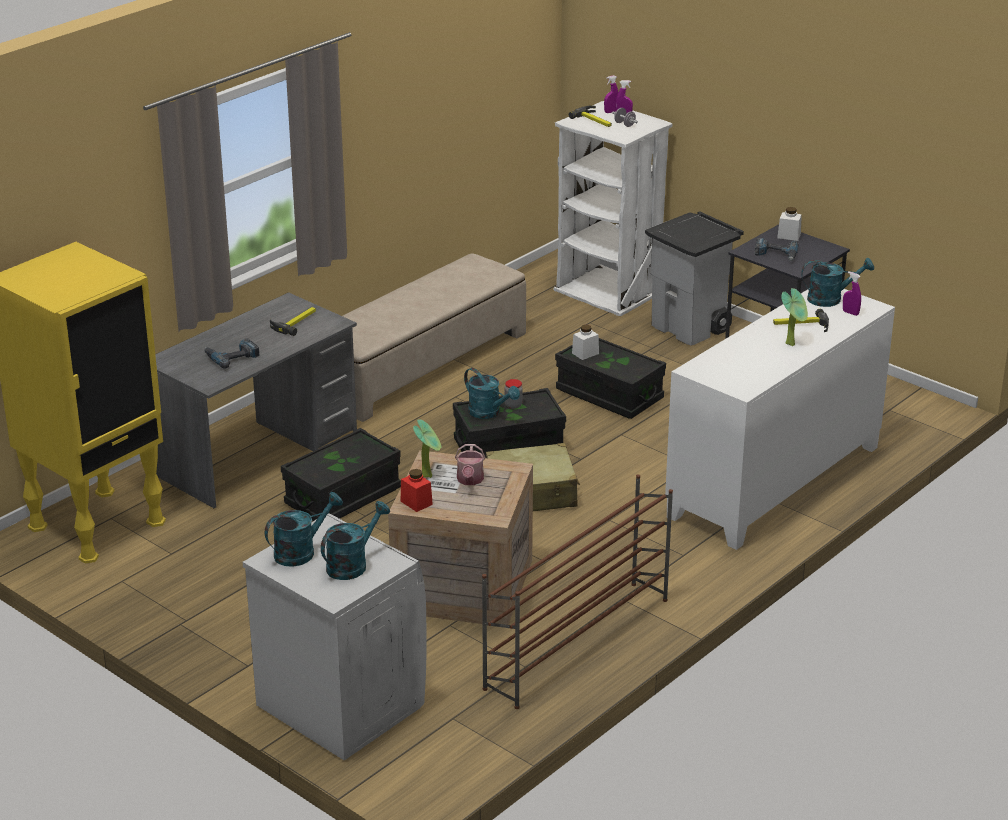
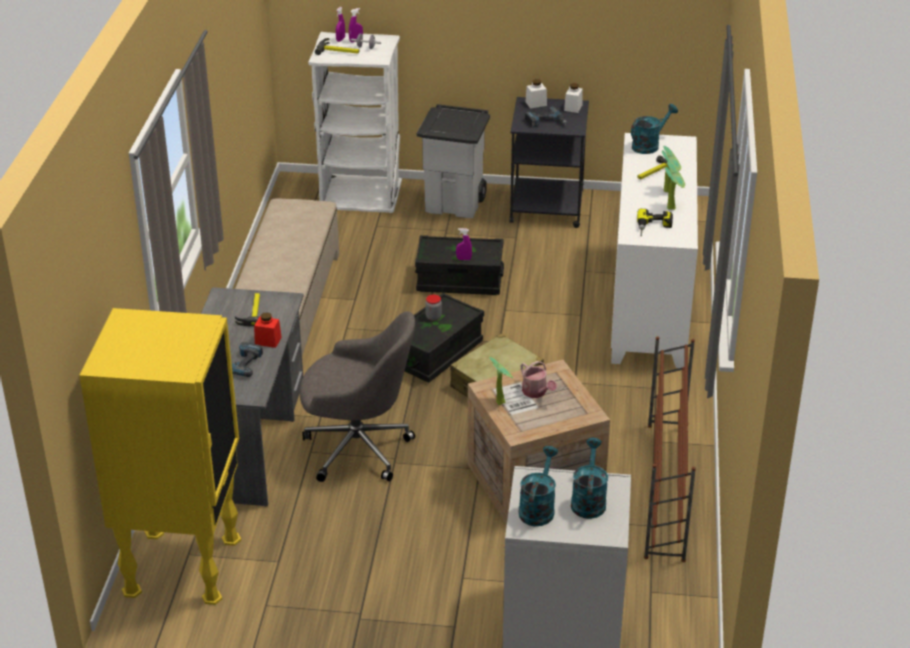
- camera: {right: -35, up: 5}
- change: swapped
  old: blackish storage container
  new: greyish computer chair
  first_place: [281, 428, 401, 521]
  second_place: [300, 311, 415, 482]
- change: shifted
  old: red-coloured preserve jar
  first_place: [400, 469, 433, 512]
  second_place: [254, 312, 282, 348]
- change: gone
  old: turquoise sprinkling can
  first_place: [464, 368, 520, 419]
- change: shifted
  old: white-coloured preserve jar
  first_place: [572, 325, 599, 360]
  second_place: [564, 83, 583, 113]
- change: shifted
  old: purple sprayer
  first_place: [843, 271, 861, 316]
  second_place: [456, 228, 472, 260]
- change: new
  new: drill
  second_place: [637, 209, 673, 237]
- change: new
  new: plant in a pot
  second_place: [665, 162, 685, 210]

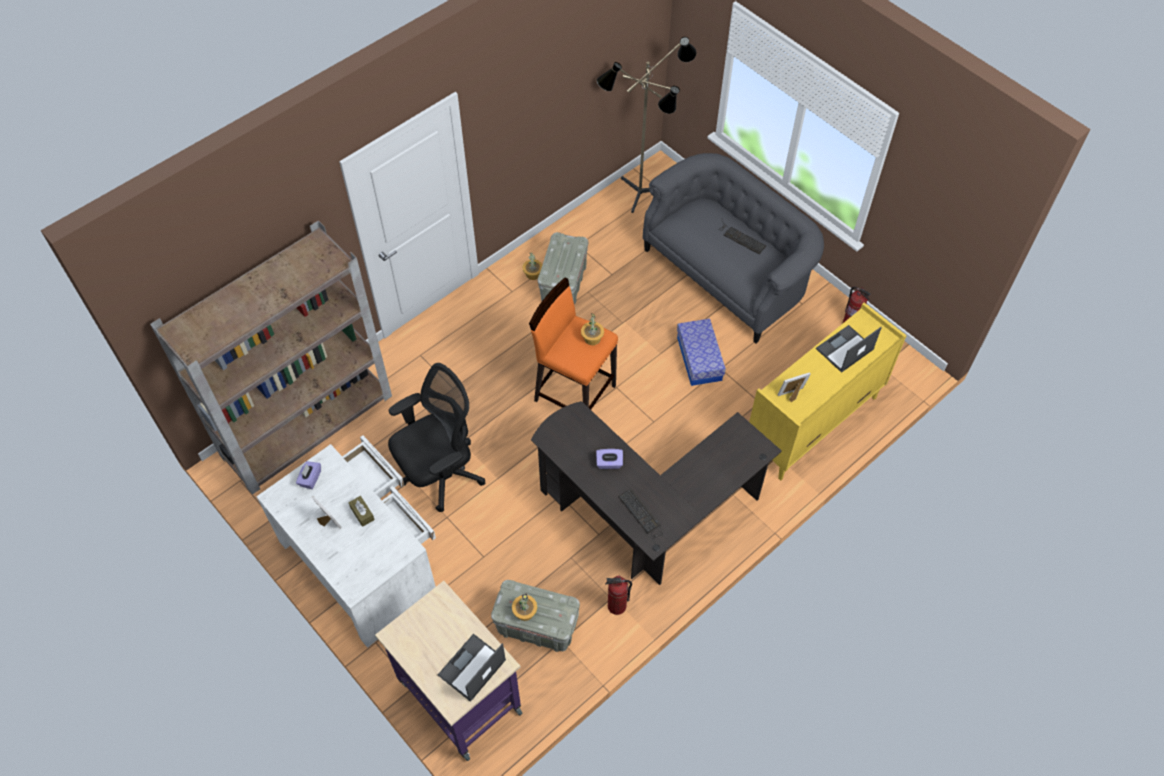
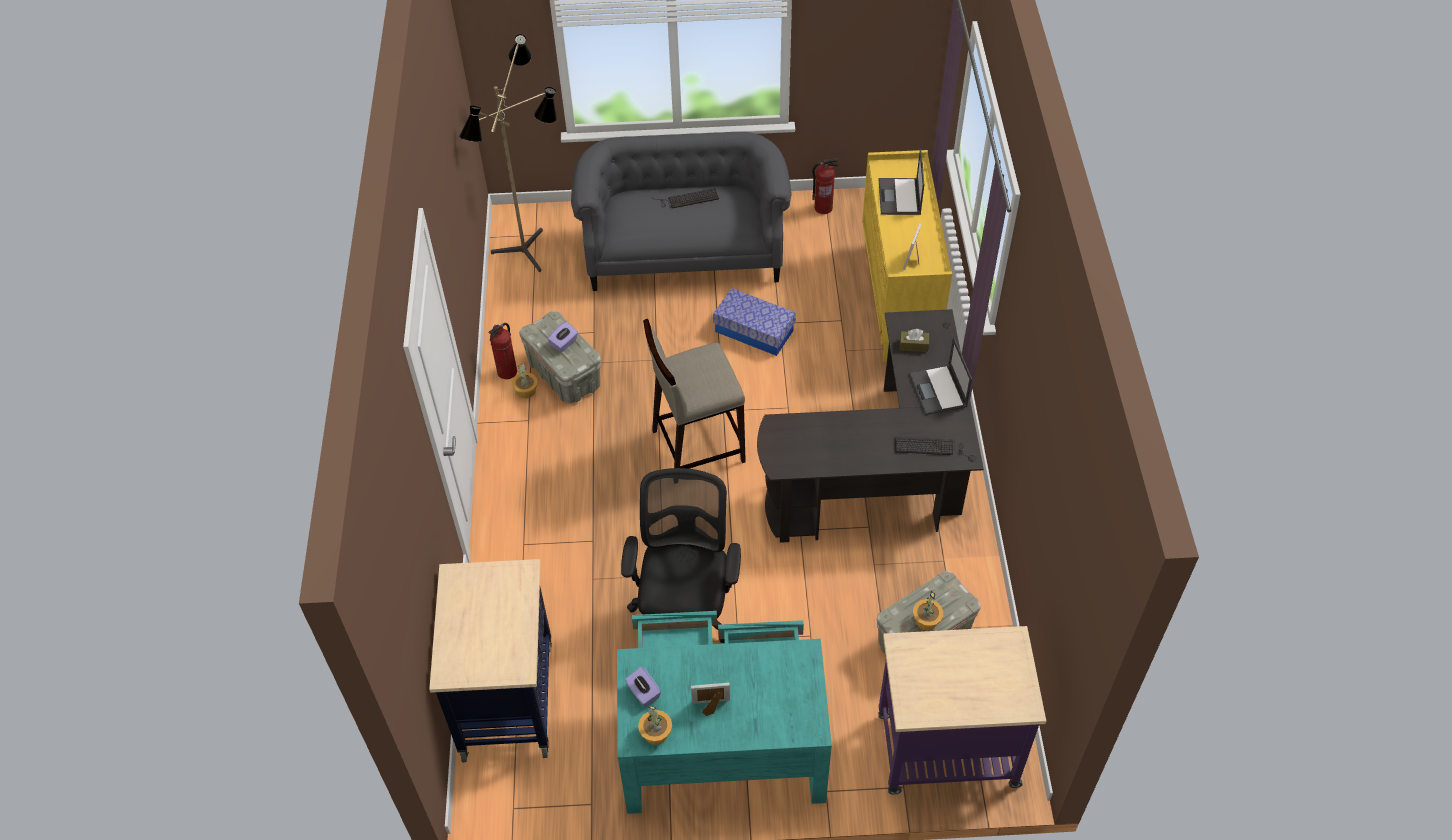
- camera: {right: -50, up: -5}
- change: swapped
  old: brownish bookshelf
  new: bluish cart
  first_place: [150, 220, 392, 495]
  second_place: [429, 559, 552, 763]
- change: repainted
  old: white-coloured desk
  new: turquoise desk
  first_place: [256, 435, 436, 648]
  second_place: [617, 611, 832, 814]
- change: shifted
  old: brownish box of tissues
  first_place: [349, 496, 375, 527]
  second_place: [900, 329, 929, 352]
- change: shifted
  old: laptop
  first_place: [438, 634, 506, 702]
  second_place: [909, 337, 972, 415]
- change: repainted
  old: orange stool
  new: beige stool
  first_place: [529, 278, 618, 410]
  second_place: [643, 319, 746, 469]
- change: shifted
  old: plant in a pot
  first_place: [581, 313, 604, 345]
  second_place: [638, 705, 672, 745]
- change: shifted
  old: purple box of tissues
  first_place: [596, 449, 623, 469]
  second_place: [547, 322, 578, 352]
- change: shifted
  old: fire-fighting cylinder
  first_place: [605, 576, 632, 615]
  second_place: [488, 323, 517, 379]

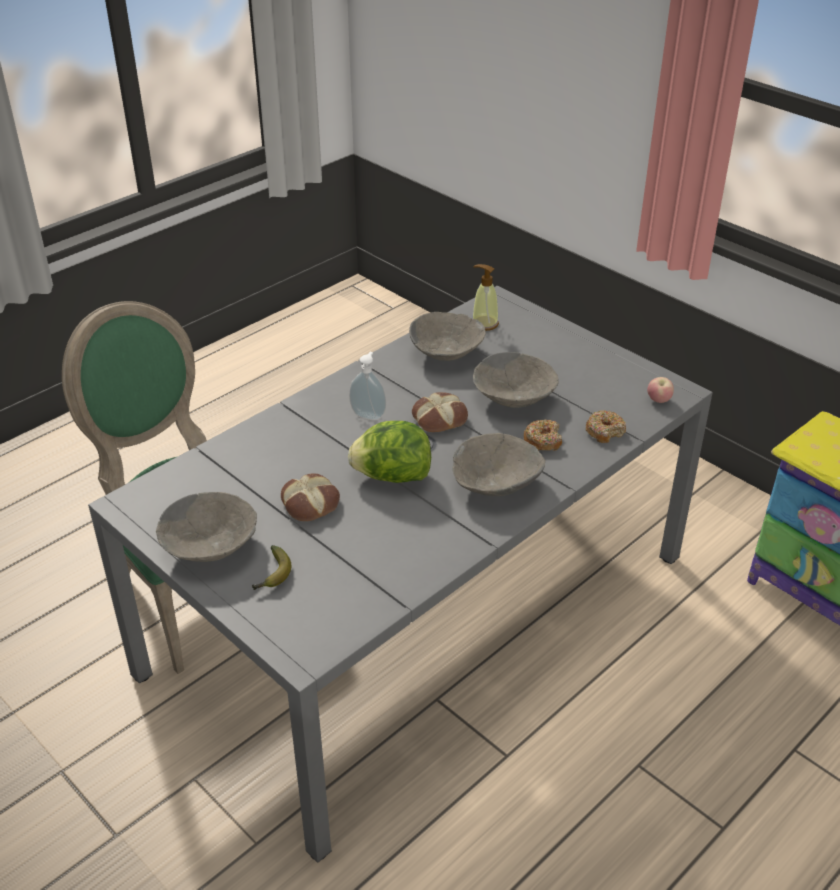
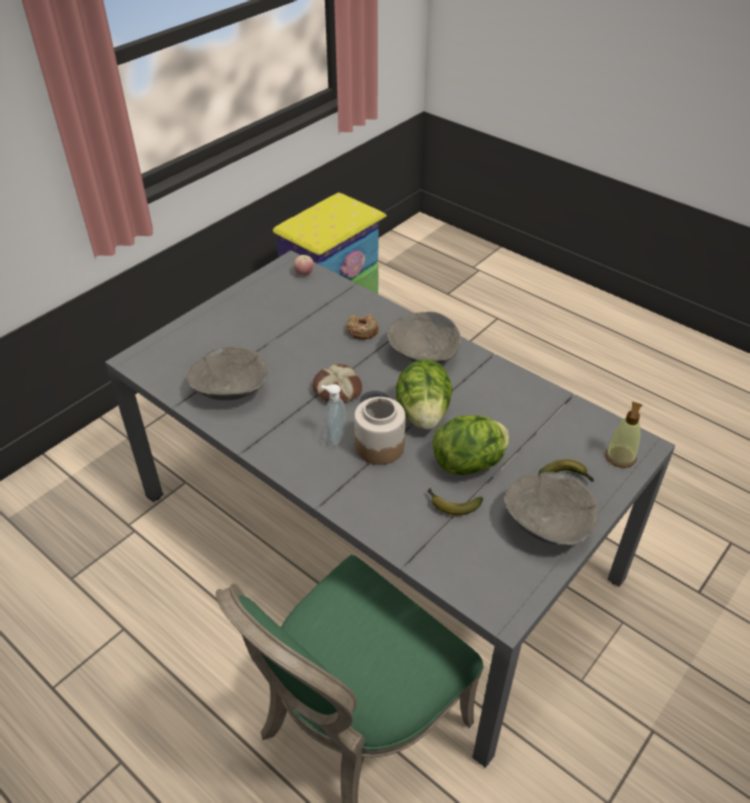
- camera: {right: -95, up: 5}
- change: swapped
  old: baked bread
  new: lettuce head
  first_place: [281, 474, 340, 521]
  second_place: [432, 415, 509, 475]
- change: shifted
  old: soap bottle
  first_place: [472, 264, 499, 331]
  second_place: [606, 402, 642, 468]
- change: gone
  old: greyish deep dish
  first_place: [473, 352, 559, 408]
- change: gone
  old: donut
  first_place: [586, 410, 626, 443]
- change: new
  new: preserve jar
  second_place: [354, 397, 406, 465]
- change: new
  new: banana
  second_place: [427, 488, 483, 515]

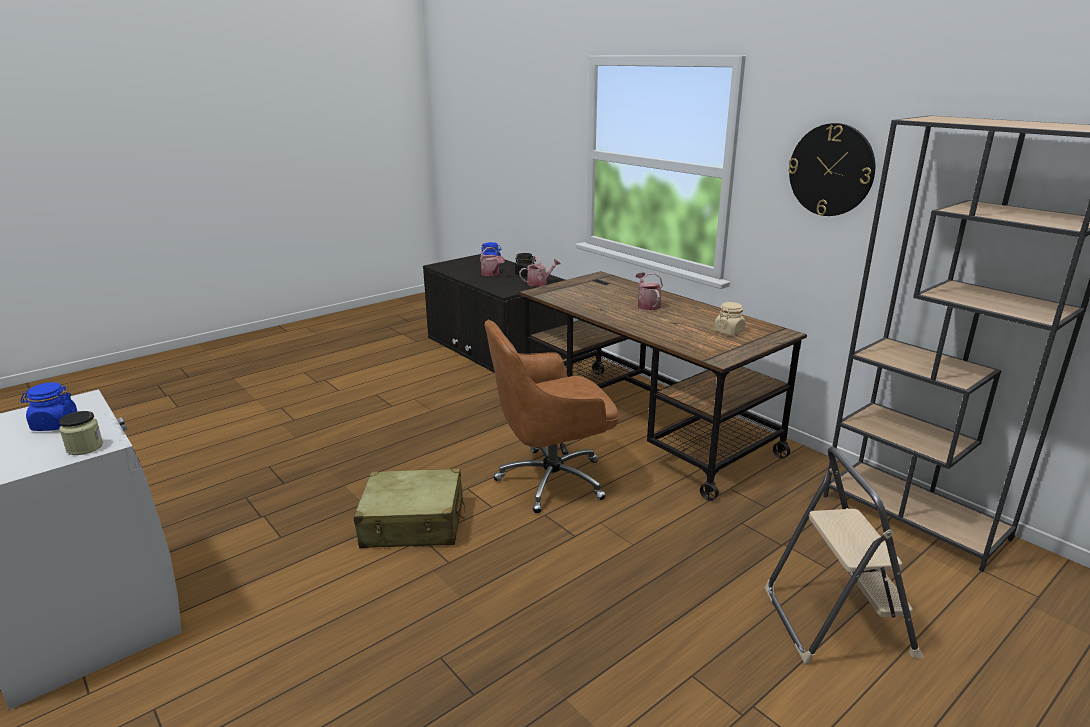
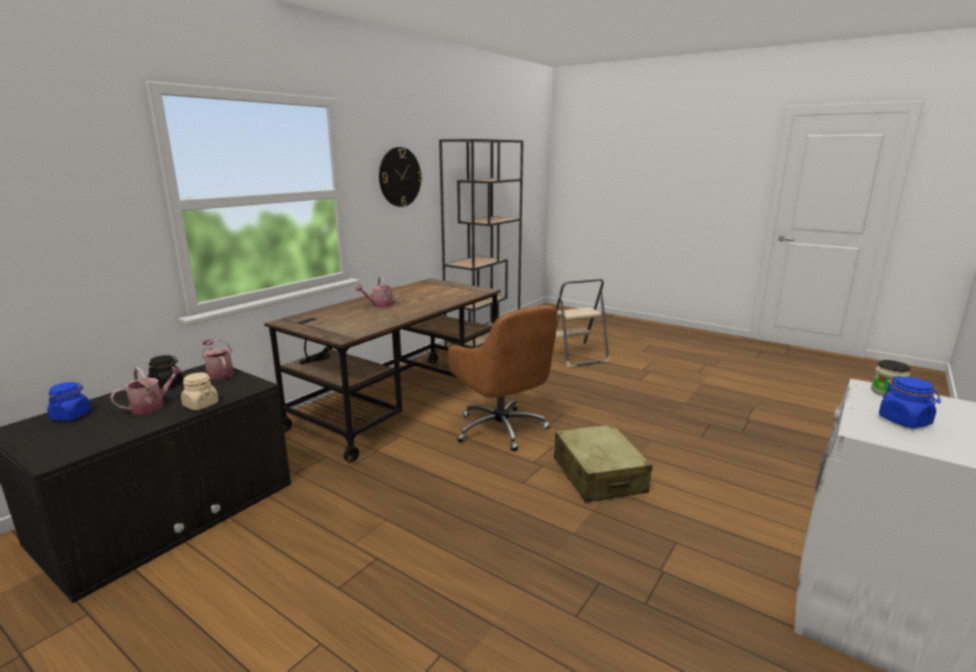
- camera: {right: -105, up: -5}
- change: shifted
  old: beige preserve jar
  first_place: [714, 302, 745, 335]
  second_place: [181, 372, 219, 410]

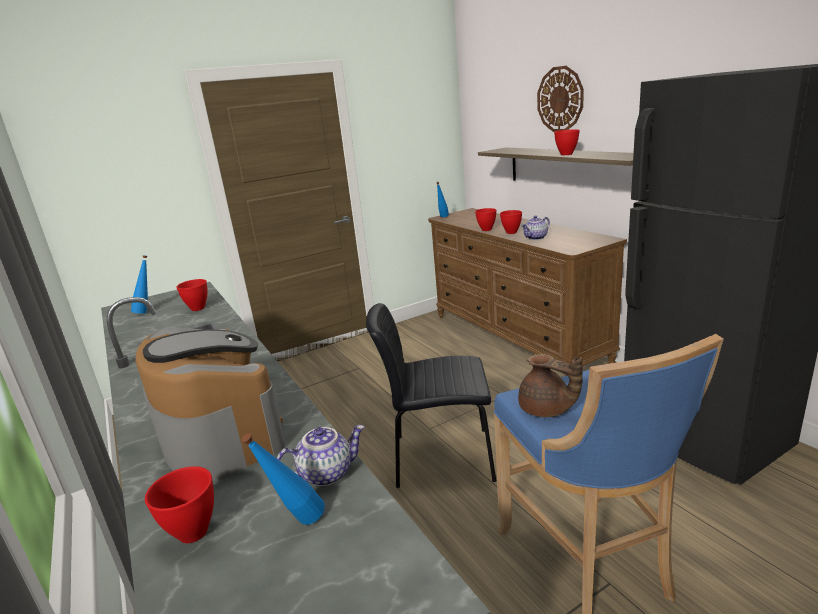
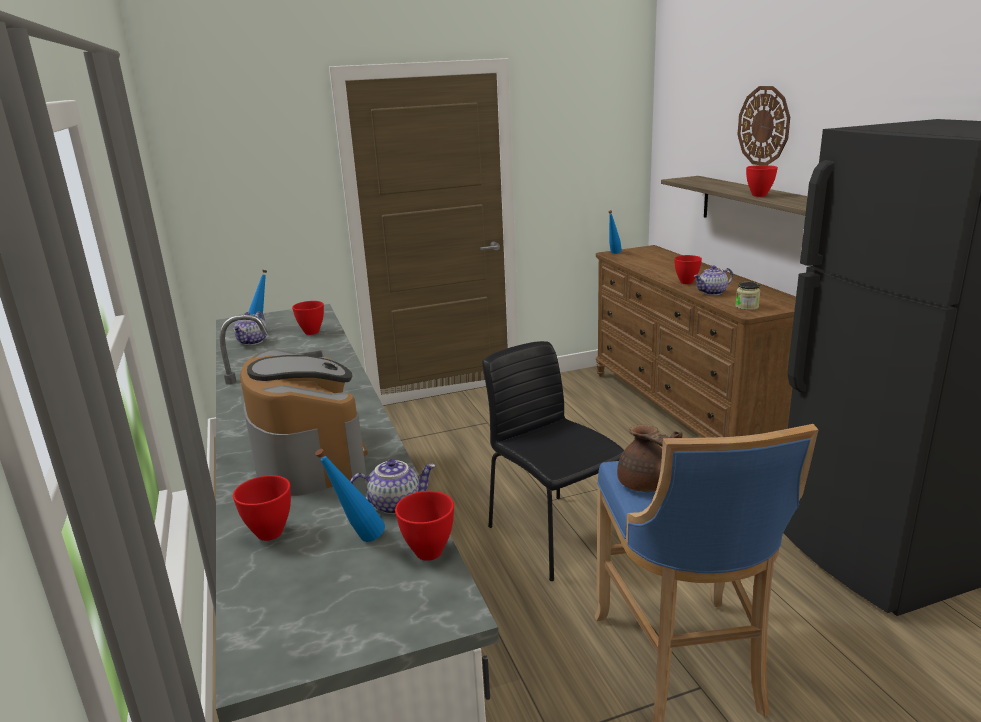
- camera: {right: 10, up: 0}
- change: rotated
  old: blackish upright chair
  first_place: [366, 303, 496, 488]
  second_place: [482, 341, 624, 581]
  degrees: 45
- change: shifted
  old: red-coloured deep dish
  first_place: [475, 208, 497, 231]
  second_place: [395, 491, 454, 561]
- change: new
  new: pot for tea
  second_place: [233, 312, 267, 345]
- change: new
  new: preserve jar
  second_place: [735, 282, 760, 310]

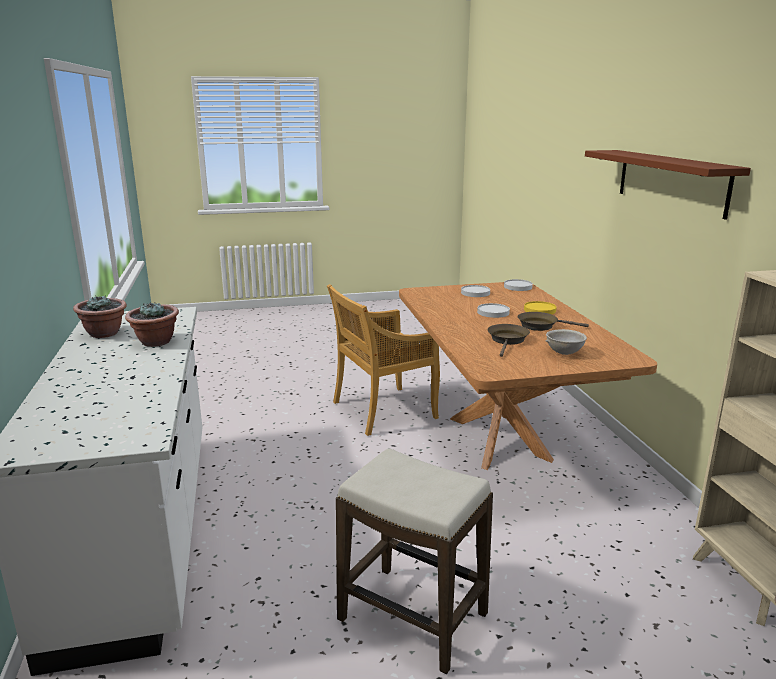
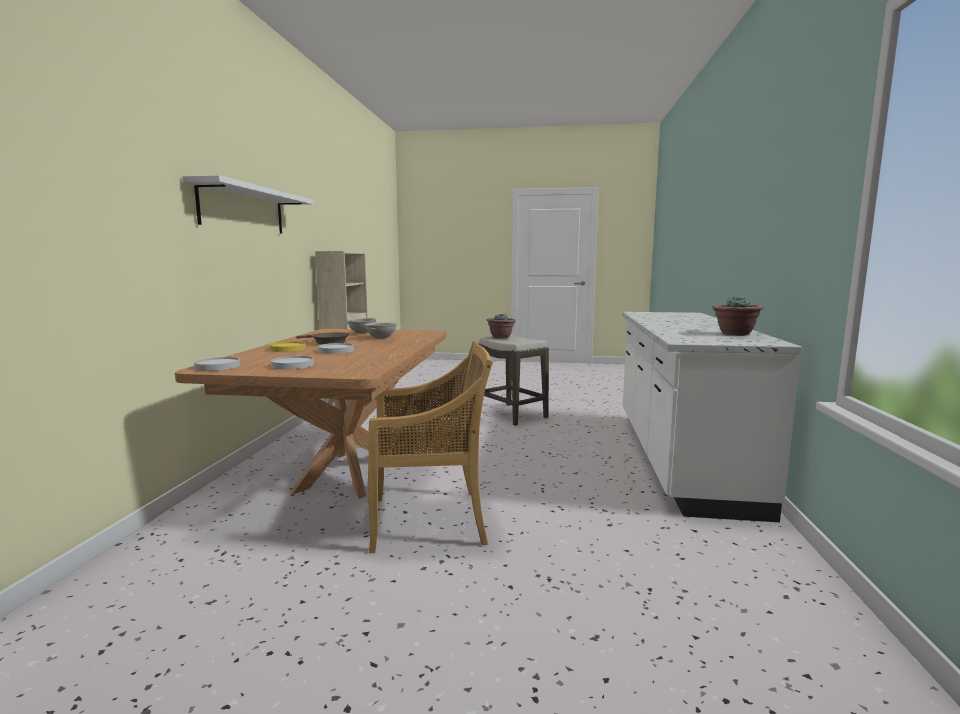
- camera: {right: -160, up: -10}
- change: shifted
  old: plant in a pot
  first_place: [125, 302, 179, 347]
  second_place: [487, 313, 516, 338]
- change: swapped
  old: brownish frying pan
  new: greyish deep dish
  first_place: [487, 324, 530, 357]
  second_place: [365, 322, 397, 339]
- change: repainted
  old: brownish shelf
  new: white-coloured shelf
  first_place: [585, 150, 751, 220]
  second_place: [182, 175, 313, 233]

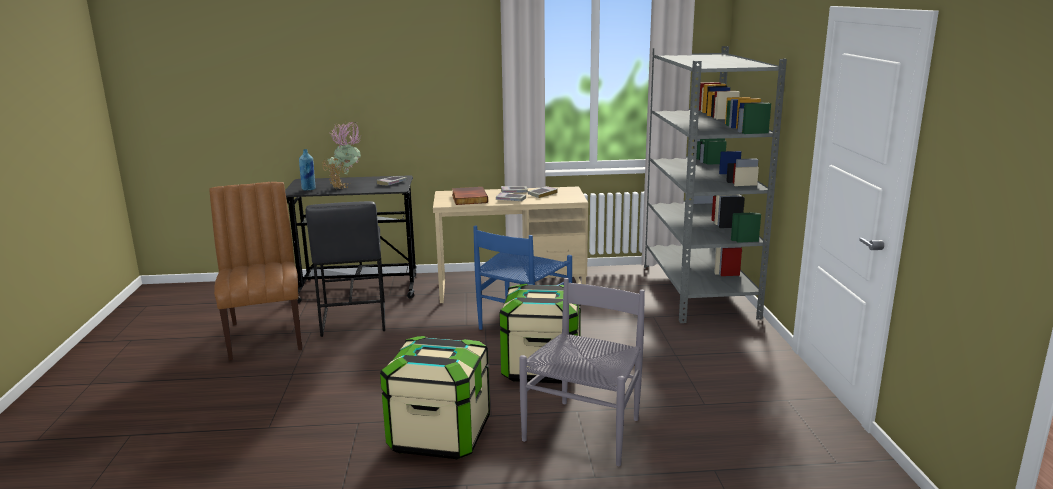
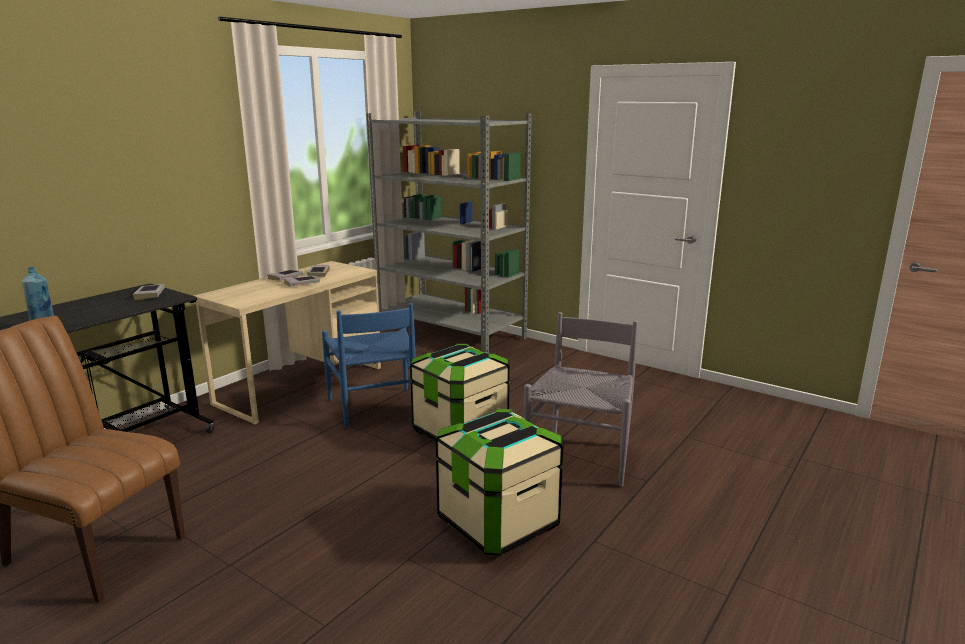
- camera: {right: -50, up: 0}
- change: gone
  old: greyish stool
  first_place: [305, 201, 385, 337]
- change: gone
  old: plant in a pot
  first_place: [322, 122, 361, 189]
- change: gone
  old: book
  first_place: [452, 187, 488, 205]
- change: rotated
  old: greyish upright chair
  first_place: [519, 278, 645, 466]
  second_place: [524, 312, 638, 487]
  degrees: 45

